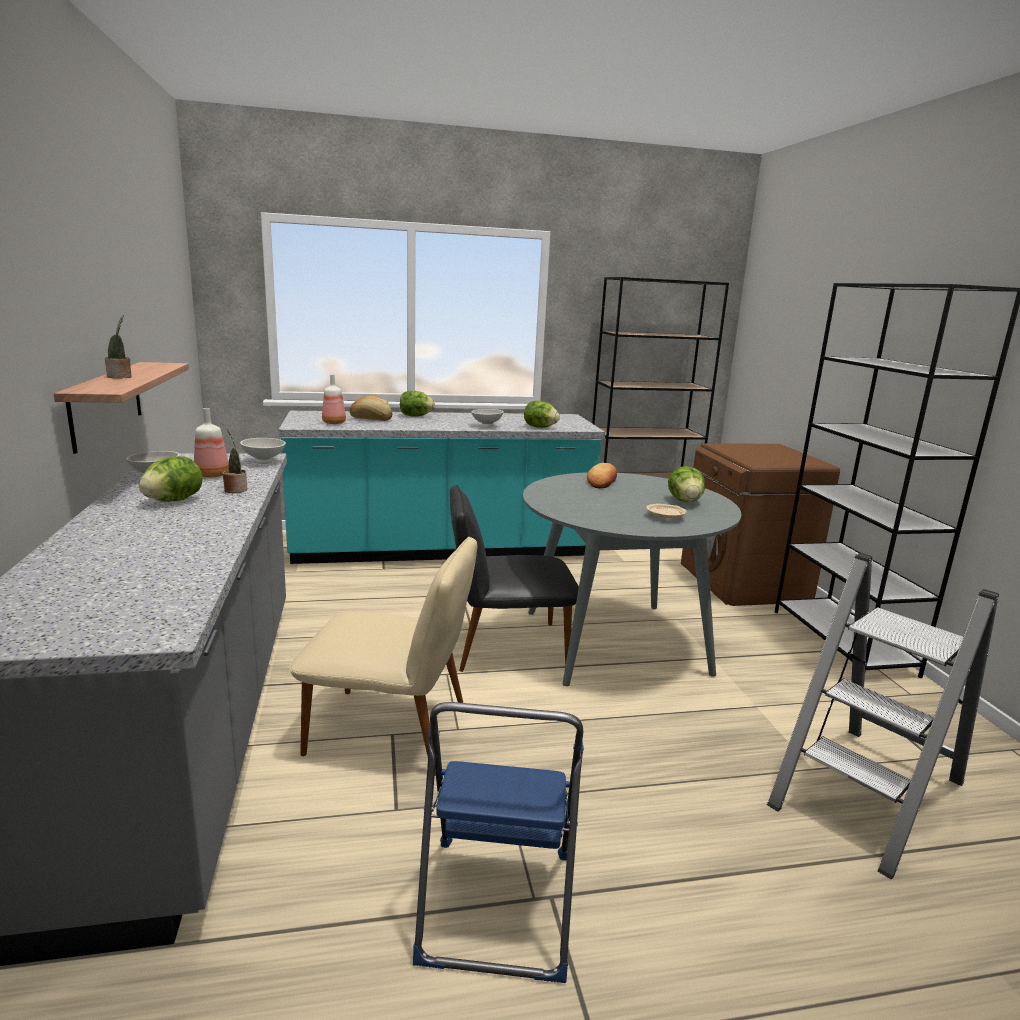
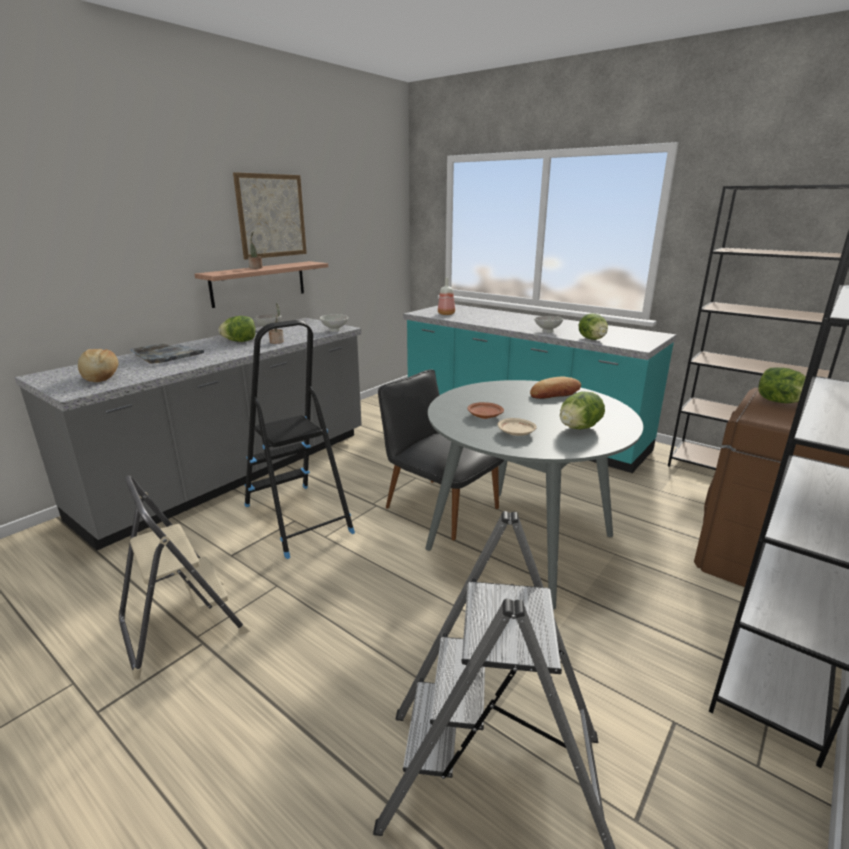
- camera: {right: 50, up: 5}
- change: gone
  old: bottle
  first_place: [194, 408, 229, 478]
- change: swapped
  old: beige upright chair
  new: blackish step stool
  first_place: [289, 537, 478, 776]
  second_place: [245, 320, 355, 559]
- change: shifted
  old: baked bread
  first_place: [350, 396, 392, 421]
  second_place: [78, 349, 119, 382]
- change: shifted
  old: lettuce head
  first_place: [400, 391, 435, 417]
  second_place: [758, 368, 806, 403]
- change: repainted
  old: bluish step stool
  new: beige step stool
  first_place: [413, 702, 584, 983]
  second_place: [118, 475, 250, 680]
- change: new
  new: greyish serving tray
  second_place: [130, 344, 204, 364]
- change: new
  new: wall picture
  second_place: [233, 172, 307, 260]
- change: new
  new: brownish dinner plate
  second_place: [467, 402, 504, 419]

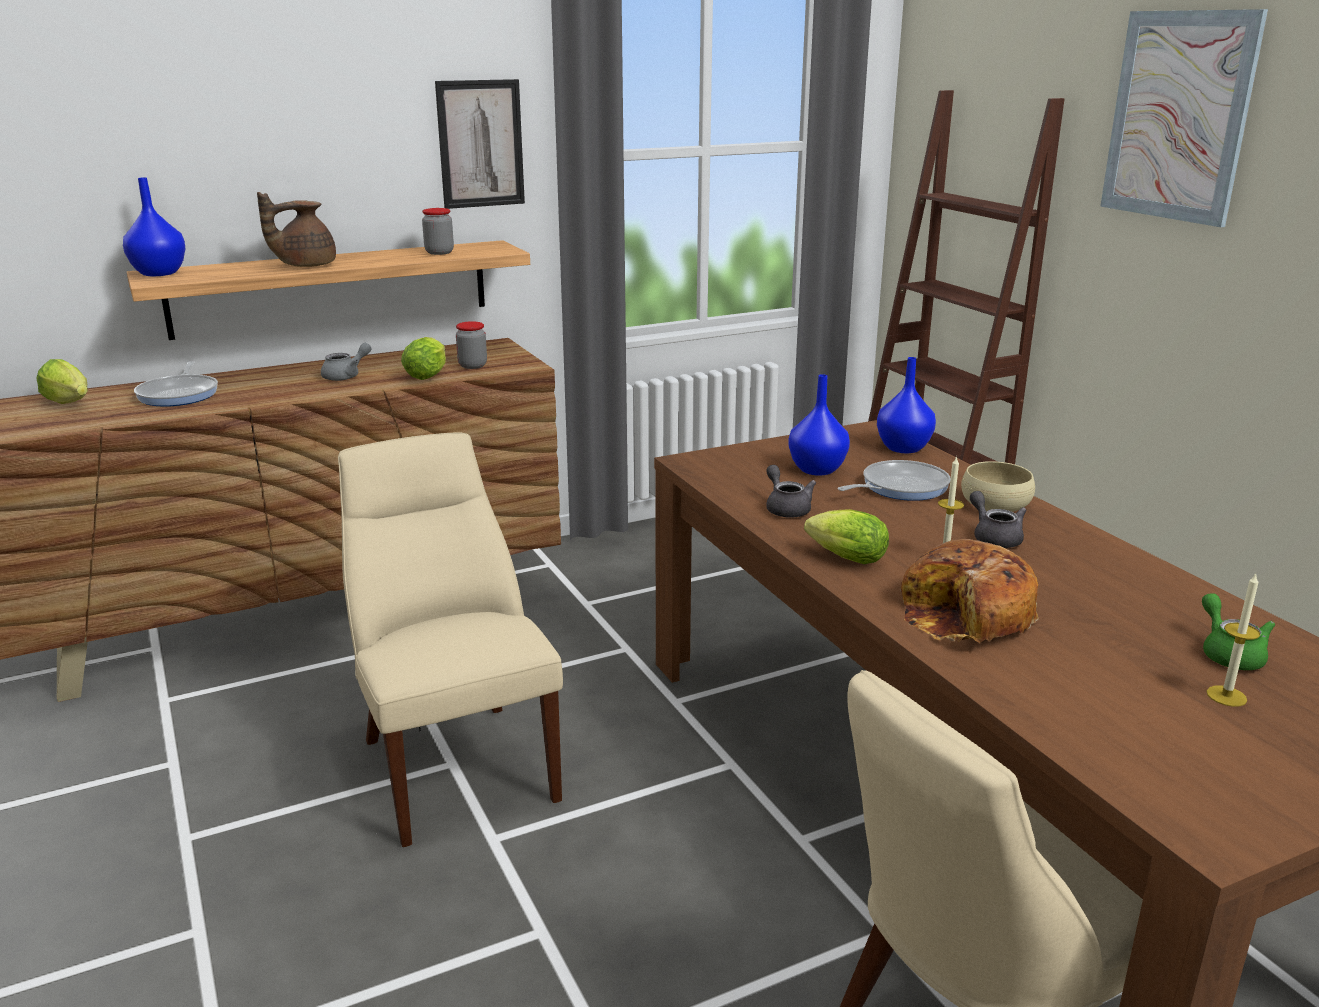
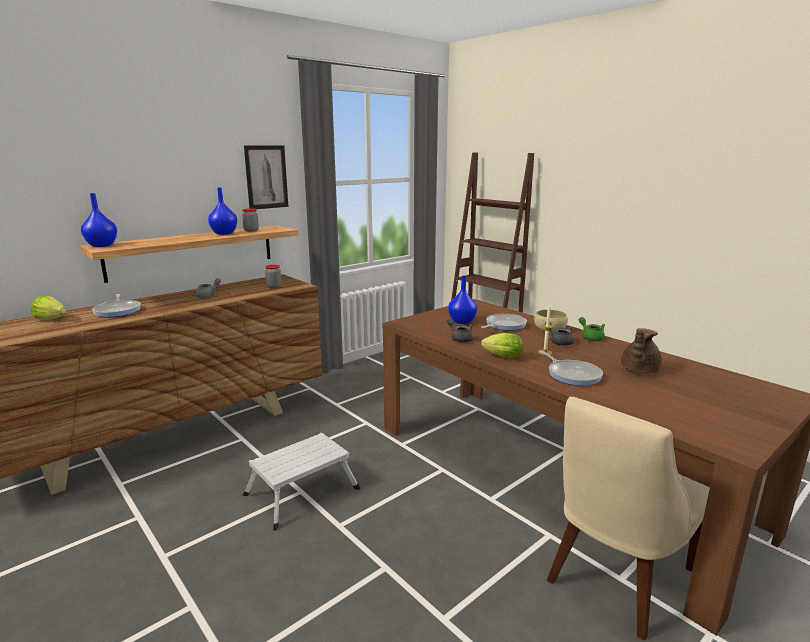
- camera: {right: -15, up: -5}
- change: shifted
  old: brownish pot for tea
  first_place: [257, 192, 336, 267]
  second_place: [621, 328, 662, 374]
- change: swapped
  old: beige upright chair
  new: white-coloured step stool
  first_place: [338, 432, 563, 847]
  second_place: [242, 433, 361, 530]
- change: gone
  old: lettuce head
  first_place: [401, 337, 446, 380]
- change: shifted
  old: bluish decorative vase
  first_place: [877, 357, 936, 453]
  second_place: [208, 187, 237, 235]
- change: swapped
  old: baked bread
  new: frying pan
  first_place: [901, 539, 1039, 644]
  second_place: [539, 351, 603, 386]
- change: gone
  old: wall picture
  first_place: [1100, 9, 1268, 227]
- change: shifted
  old: greenish pot for tea
  first_place: [1202, 593, 1275, 670]
  second_place: [579, 317, 605, 341]
- change: gone
  old: wax candle
  first_place: [1207, 572, 1260, 707]

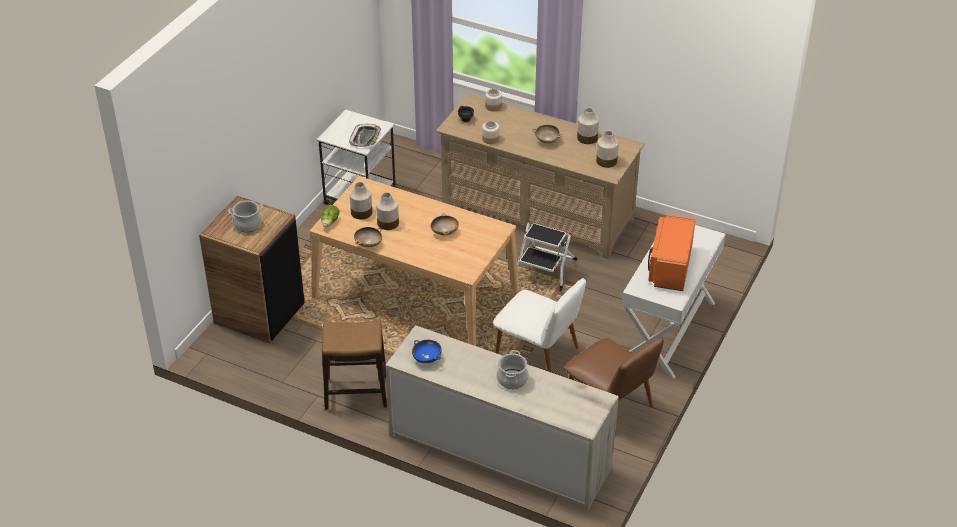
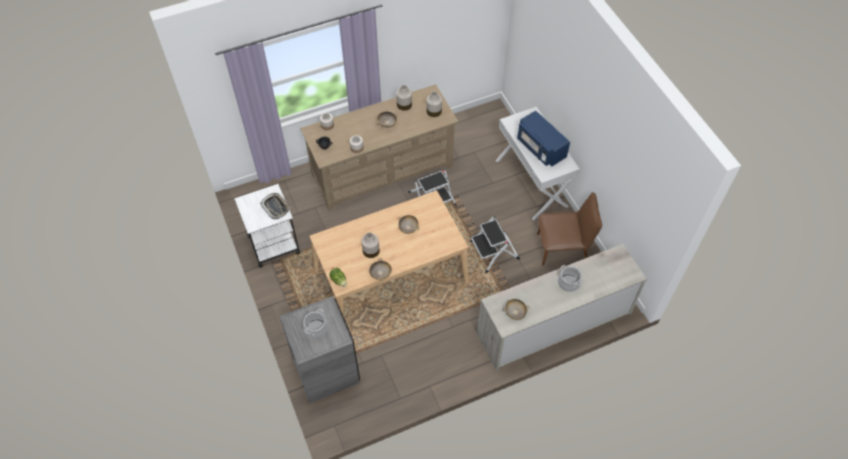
- camera: {right: -50, up: 15}
- change: repainted
  old: brownish cupboard
  new: greyish cupboard
  first_place: [199, 196, 305, 343]
  second_place: [279, 296, 360, 403]
- change: gone
  old: stool
  first_place: [322, 321, 387, 410]
- change: gone
  old: beige decorative vase
  first_place: [350, 182, 372, 219]
- change: repainted
  old: bluish deep dish
  new: beige deep dish
  first_place: [412, 340, 442, 364]
  second_place: [503, 299, 530, 320]
- change: swapped
  old: white-coloured upright chair
  new: step stool
  first_place: [493, 278, 586, 372]
  second_place: [470, 216, 520, 273]
- change: repainted
  old: orange microwave
  new: bluish microwave
  first_place: [648, 214, 696, 291]
  second_place: [517, 111, 570, 167]

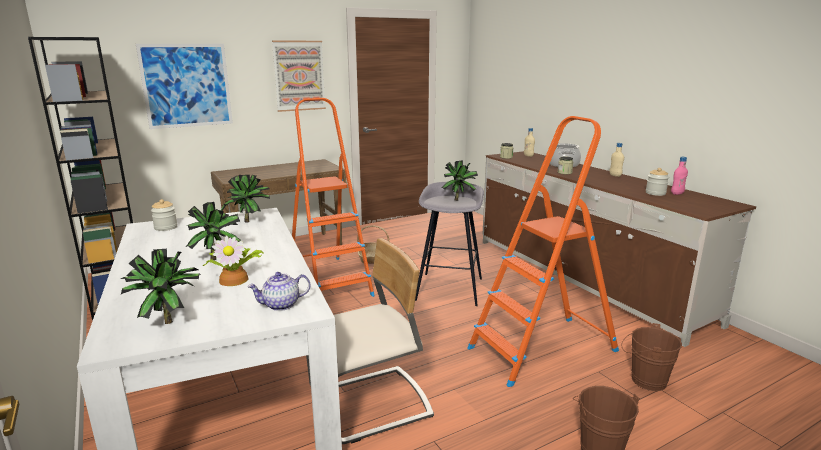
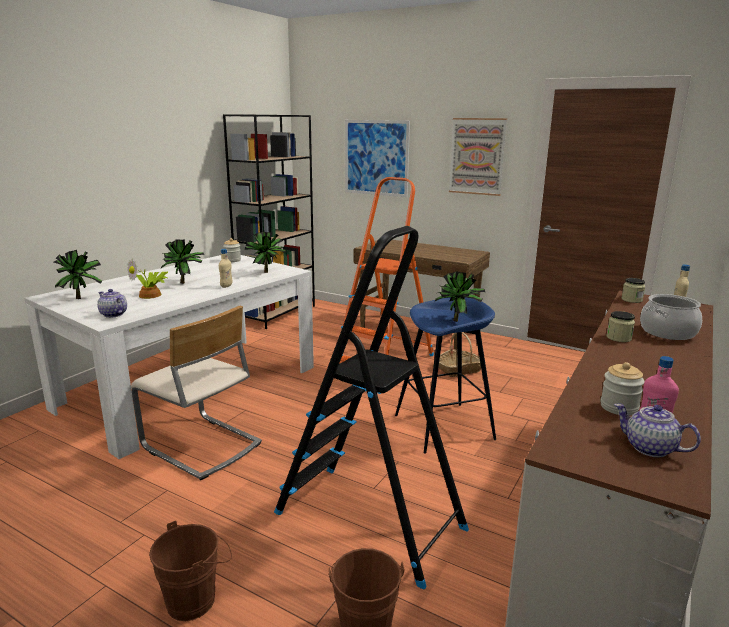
- camera: {right: 60, up: 0}
- change: repainted
  old: greyish stool
  new: bluish stool
  first_place: [415, 182, 484, 306]
  second_place: [395, 297, 496, 454]
- change: repainted
  old: orange step stool
  new: blackish step stool
  first_place: [467, 116, 619, 387]
  second_place: [274, 226, 469, 589]
- change: shifted
  old: beige bottle
  first_place: [609, 143, 624, 177]
  second_place: [219, 249, 233, 288]
- change: new
  new: pot for tea
  second_place: [614, 404, 701, 457]

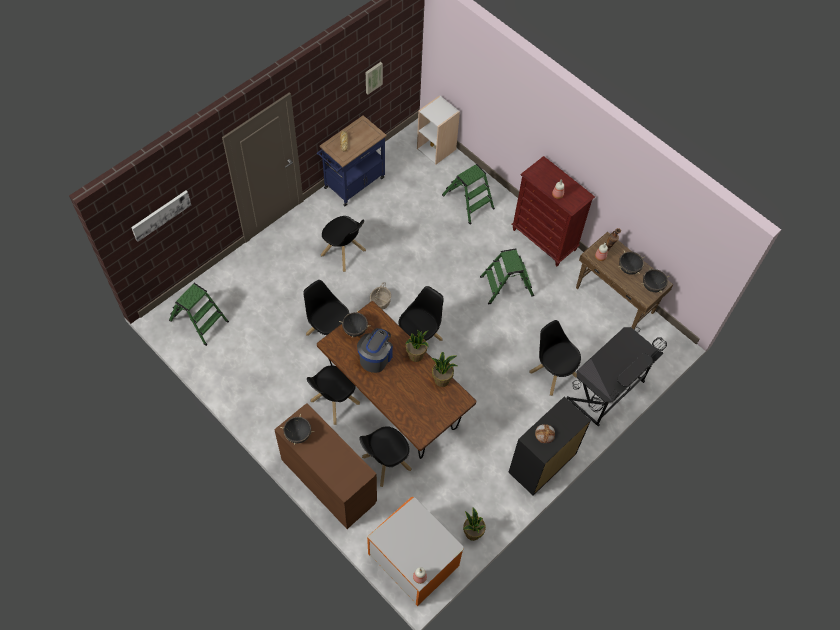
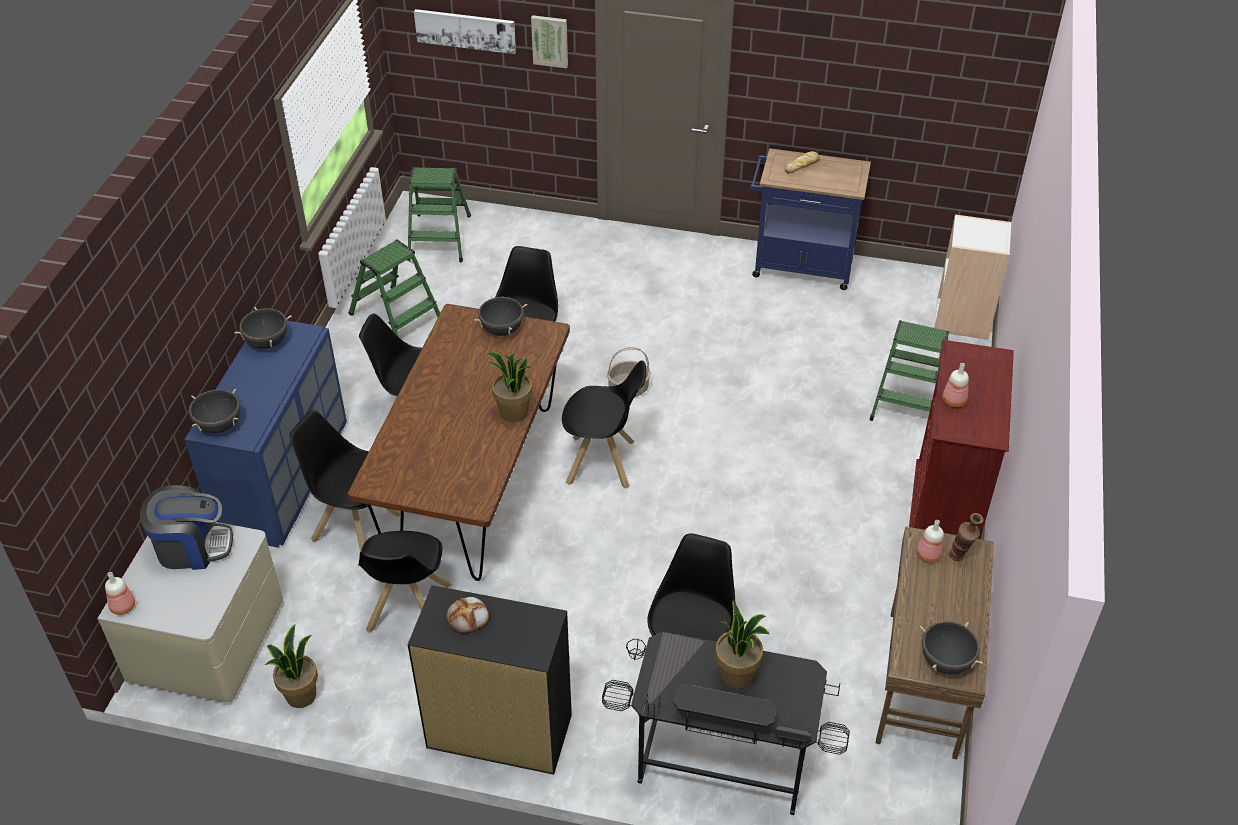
- camera: {right: 60, up: -15}
- change: repainted
  old: brownish cupboard
  new: bluish cupboard
  first_place: [274, 403, 377, 529]
  second_place: [184, 321, 347, 548]
- change: shifted
  old: blackish upright chair
  first_place: [321, 216, 366, 272]
  second_place: [358, 531, 451, 633]
- change: shifted
  old: coffee brewer
  first_place: [357, 328, 393, 373]
  second_place: [140, 485, 233, 570]
- change: shifted
  old: wall picture
  first_place: [366, 62, 383, 94]
  second_place: [531, 15, 568, 68]
- change: repainted
  old: orange nightstand
  new: beige nightstand
  first_place: [367, 497, 463, 606]
  second_place: [97, 522, 283, 703]
- change: shifted
  old: plant in a pot
  first_place: [432, 352, 457, 387]
  second_place: [715, 601, 769, 689]
- change: shifted
  old: greenish step stool
  first_place: [480, 248, 535, 305]
  second_place: [348, 239, 440, 337]
- change: shifted
  old: blackish saucepot
  first_place: [619, 251, 644, 275]
  second_place: [189, 389, 240, 433]

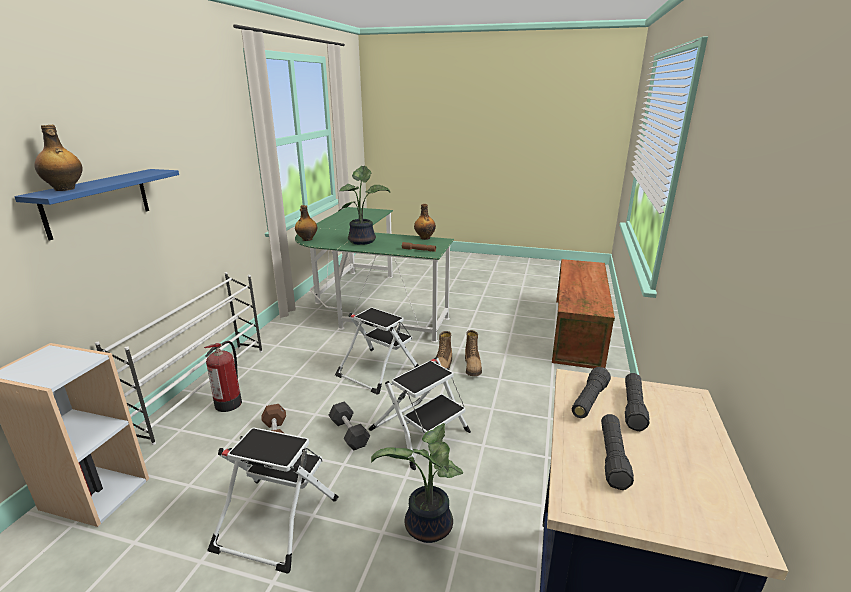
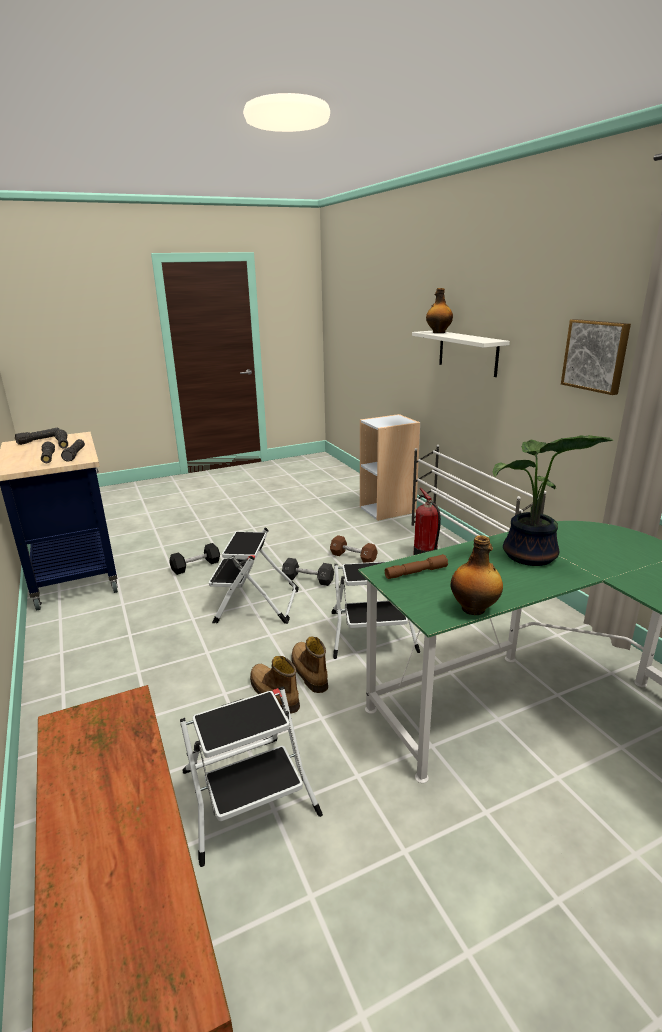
- camera: {right: 140, up: 0}
- change: repainted
  old: bluish shelf
  new: white-coloured shelf
  first_place: [14, 169, 179, 241]
  second_place: [412, 331, 510, 377]
- change: shifted
  old: step stool
  first_place: [207, 428, 339, 574]
  second_place: [180, 686, 323, 867]
- change: gone
  old: bottle
  first_place: [295, 205, 317, 241]
- change: swapped
  old: plant in a pot
  new: blackish free weight
  first_place: [371, 423, 463, 543]
  second_place: [169, 543, 220, 575]
- change: new
  new: blackish torch
  second_place: [15, 428, 60, 445]
- change: new
  new: wall picture
  second_place: [561, 319, 631, 395]

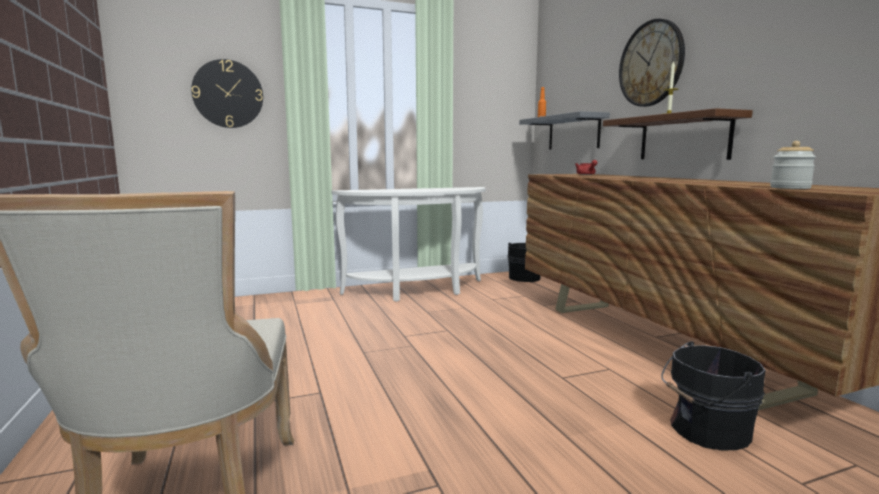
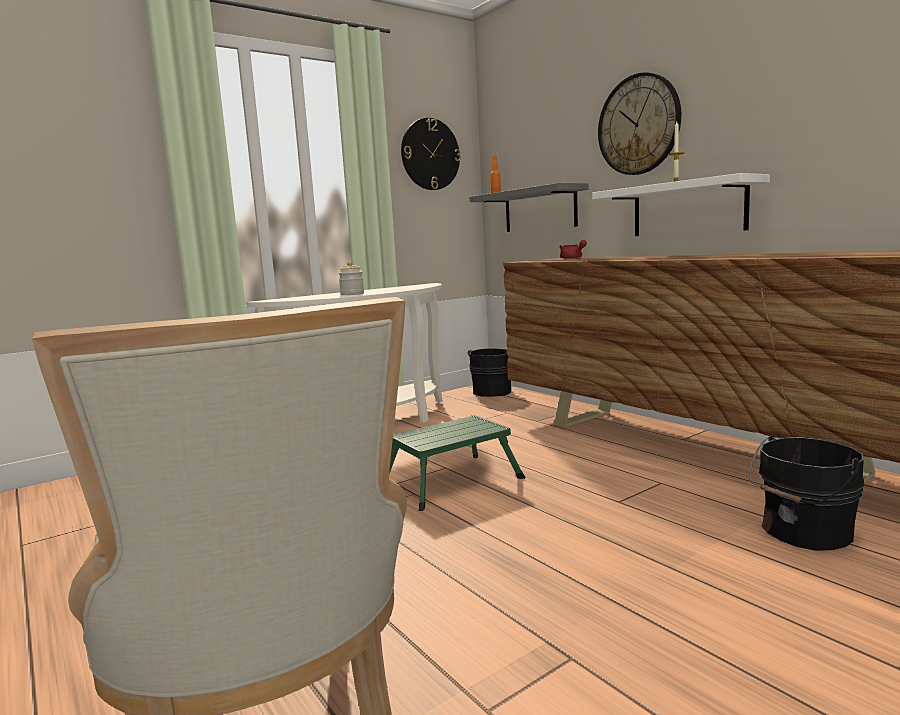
- camera: {right: -15, up: 0}
- change: shifted
  old: wall clock
  first_place: [191, 59, 263, 128]
  second_place: [401, 118, 461, 190]
- change: repainted
  old: brownish shelf
  new: white-coloured shelf
  first_place: [603, 108, 753, 160]
  second_place: [592, 173, 770, 236]
- change: shifted
  old: preserve jar
  first_place: [770, 141, 816, 189]
  second_place: [338, 261, 364, 295]
- change: new
  new: greenish step stool
  second_place: [389, 415, 525, 511]

